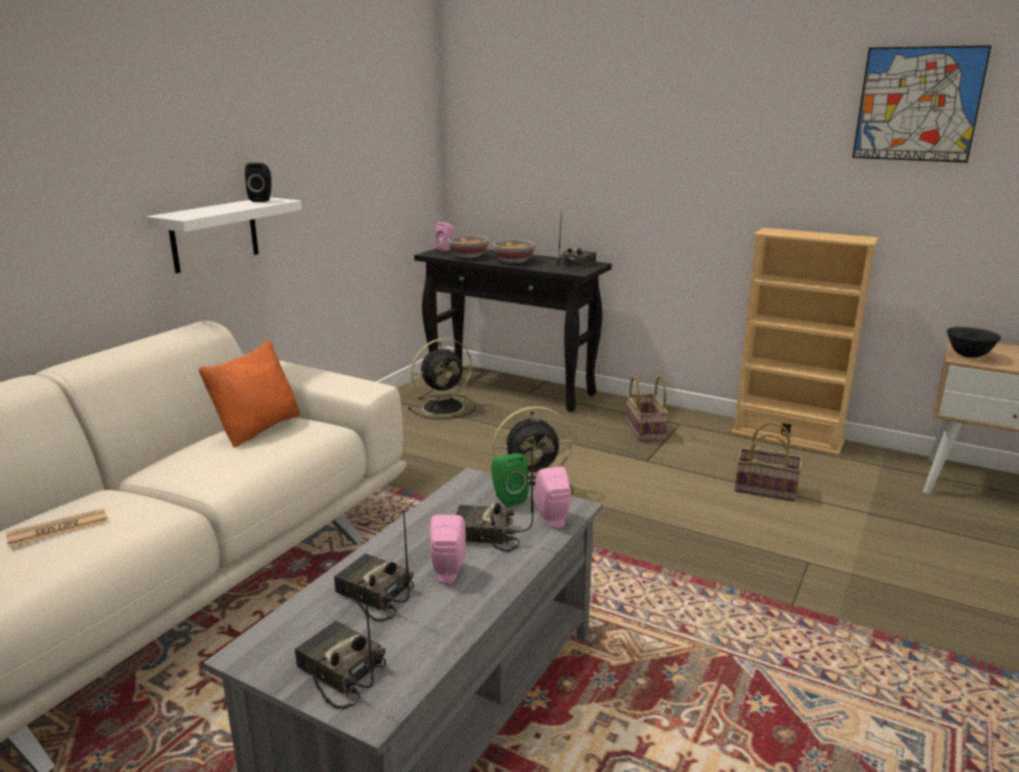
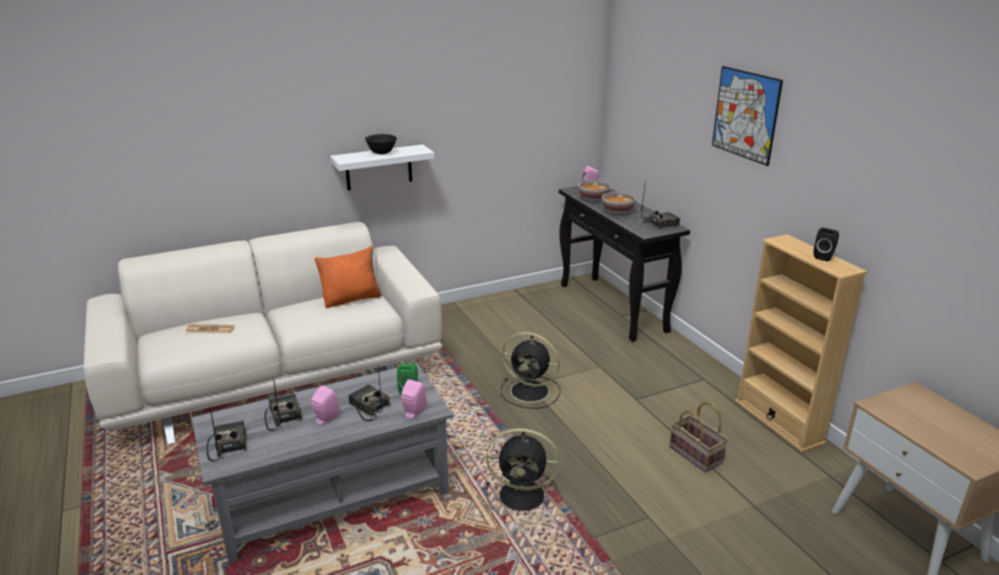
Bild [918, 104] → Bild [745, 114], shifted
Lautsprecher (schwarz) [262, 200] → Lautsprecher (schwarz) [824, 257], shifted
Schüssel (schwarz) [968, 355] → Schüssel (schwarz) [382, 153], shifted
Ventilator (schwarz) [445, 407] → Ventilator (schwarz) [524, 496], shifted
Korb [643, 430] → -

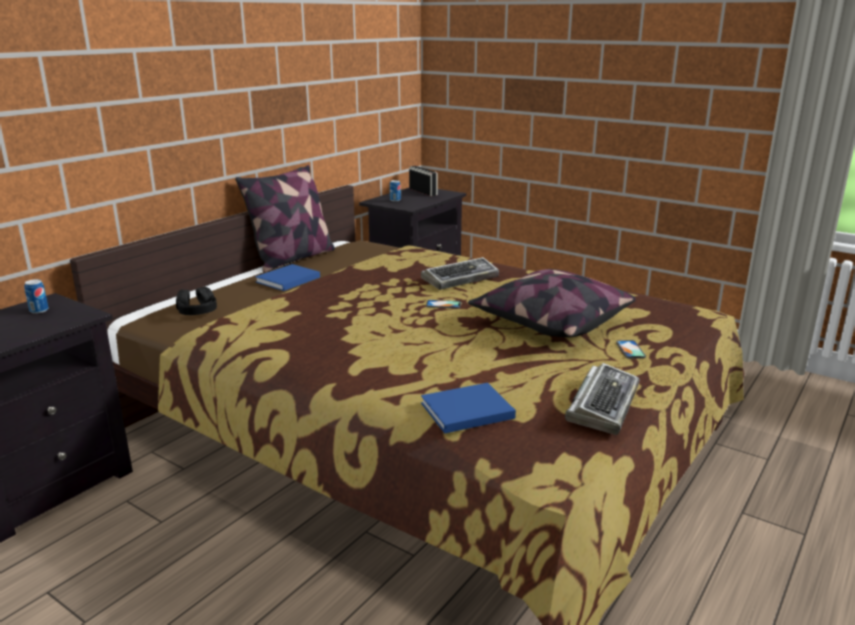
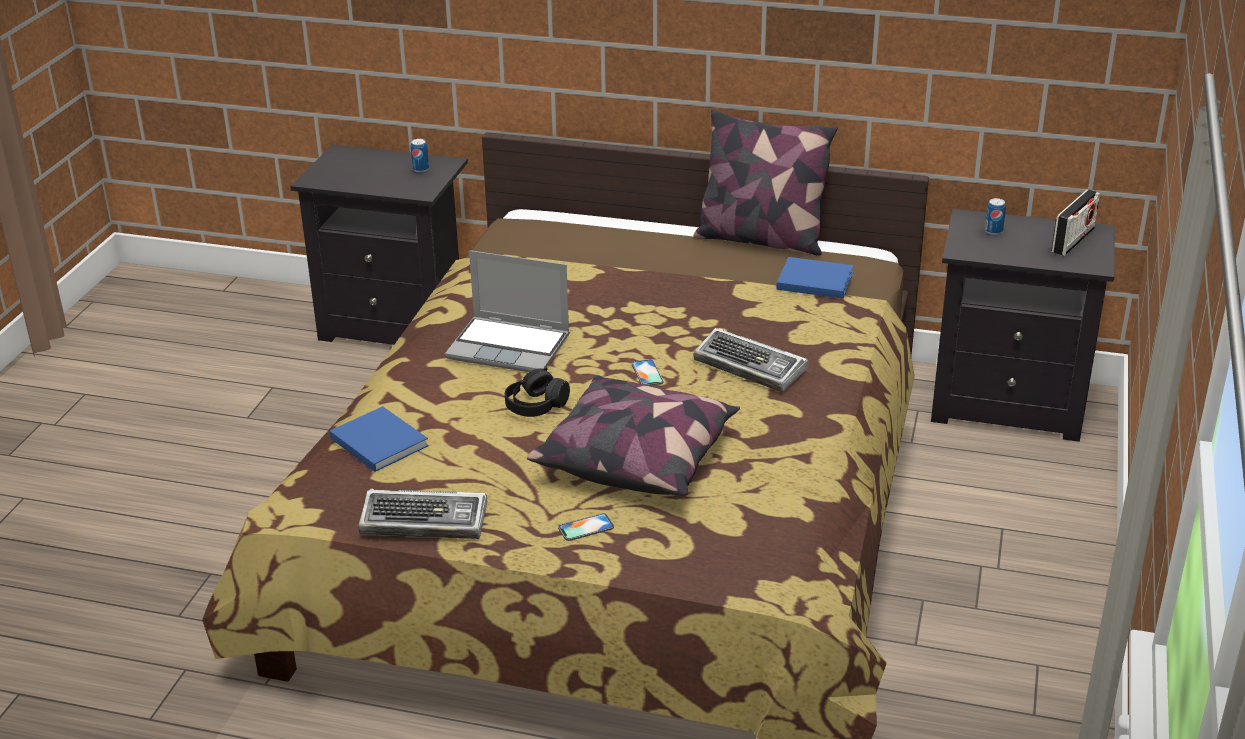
Buch (blau) [286, 280] → Buch (blau) [812, 280], shifted
Kopfhörer (schwarz) [197, 311] → Kopfhörer (schwarz) [536, 405], shifted
- → Laptop [510, 347]

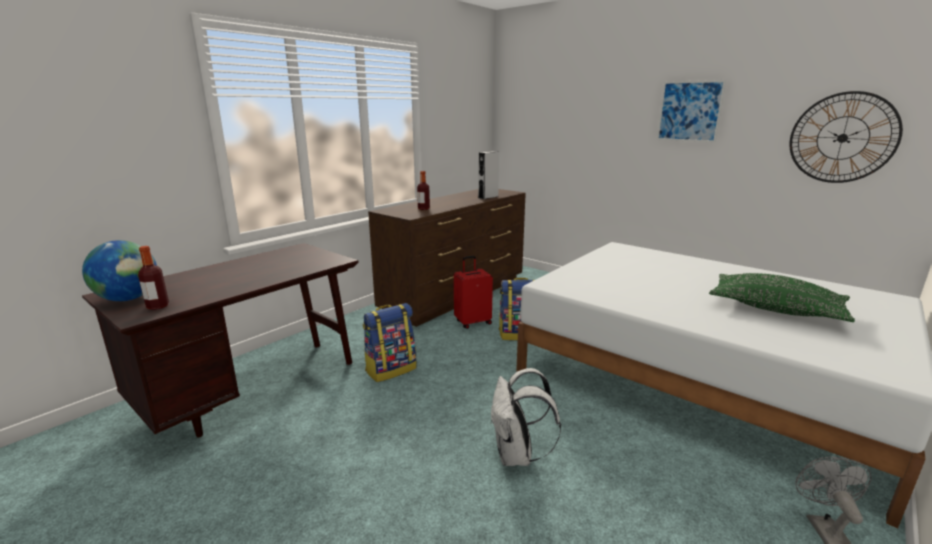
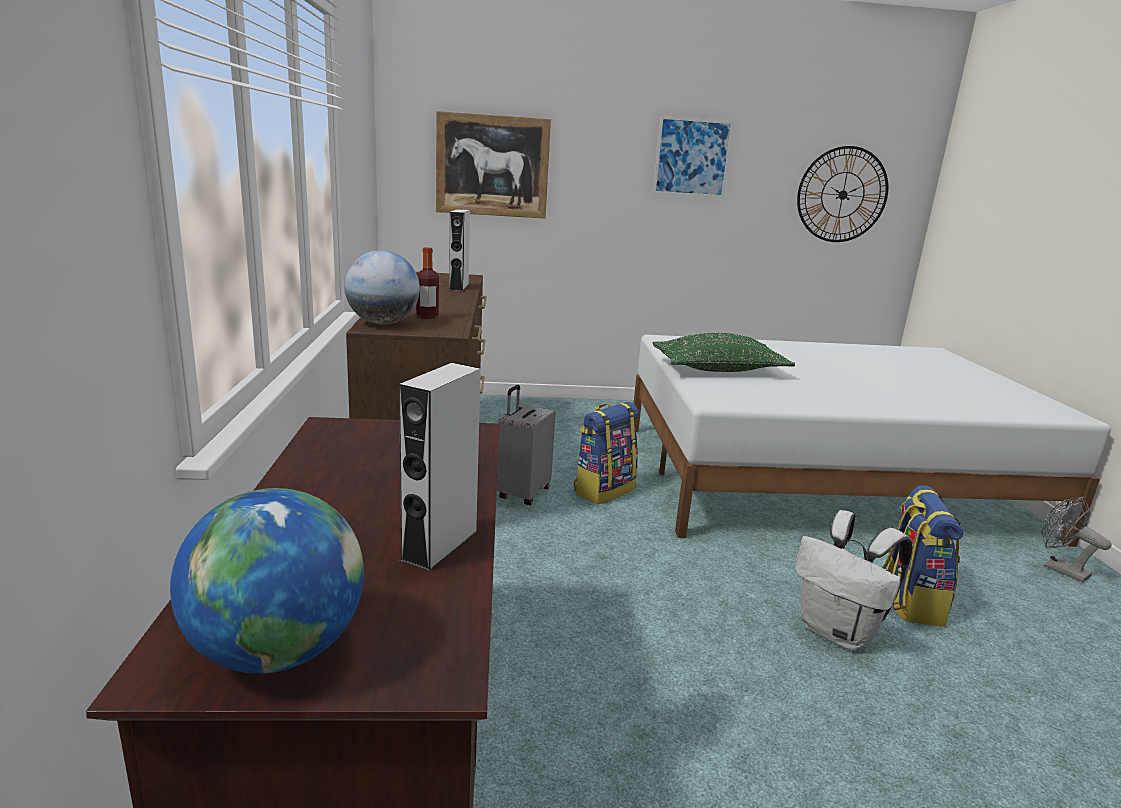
Flasche [158, 306] → -
Koffer (rot) [472, 322] → Koffer (grau) [522, 494]
Kissen (grün) [775, 309] → Kissen (grün) [719, 370], shifted
Rucksack [391, 369] → Rucksack [908, 601], shifted
- → Bild [492, 166]
- → Globus [383, 323]
- → Lautsprecher (grau) [440, 545]

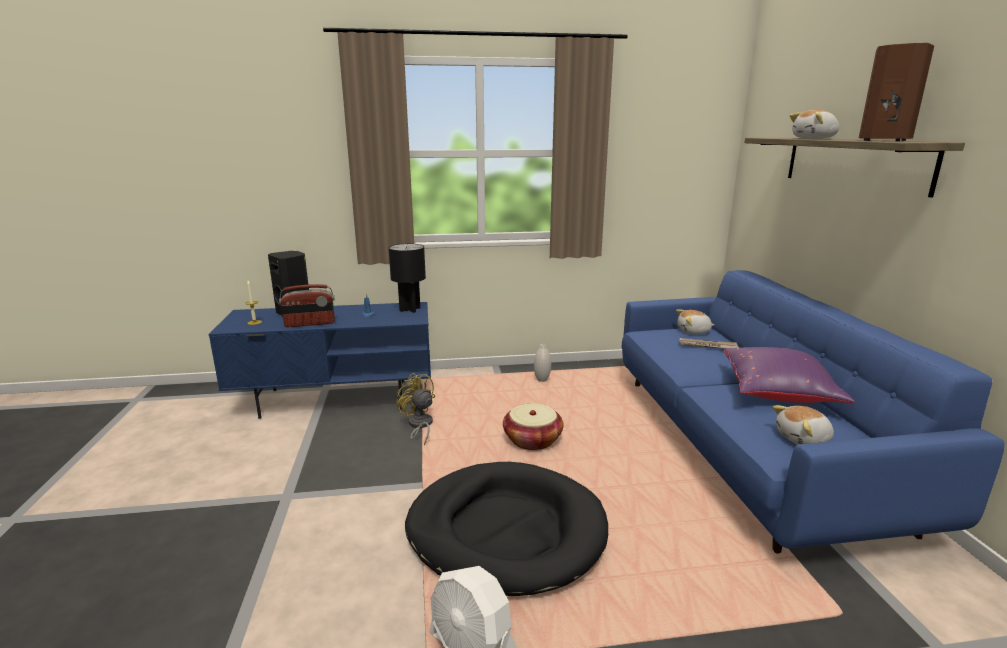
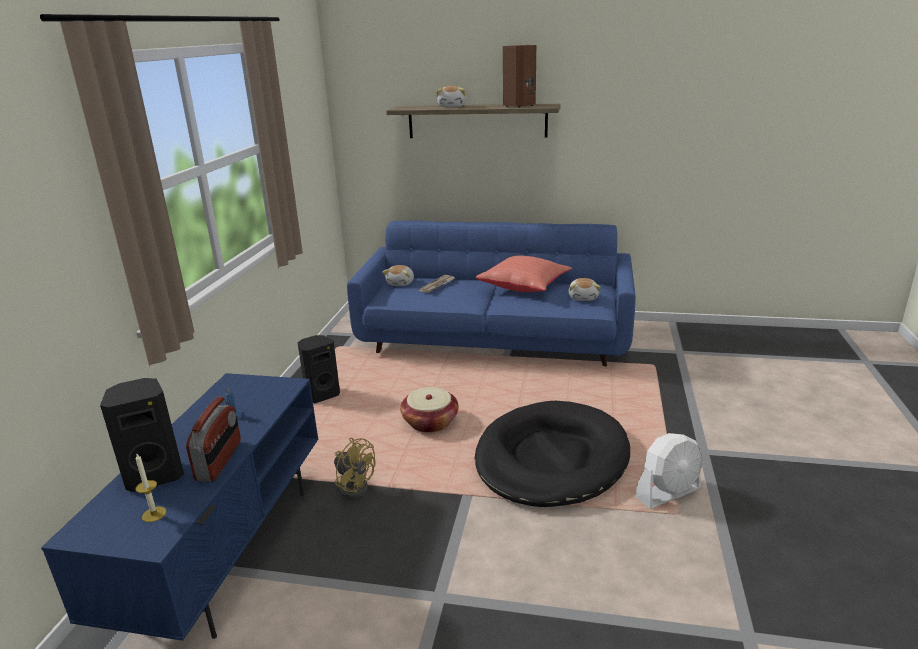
Tischlampe (schwarz) [410, 309] → -
Vase (weiß) [542, 380] → Lautsprecher (schwarz) [321, 395]
Kissen (lila) [779, 393] → Kissen (rot) [524, 287]
Ventilator (gelb) [419, 426] → Ventilator (gelb) [354, 486], 120 degrees counterclockwise

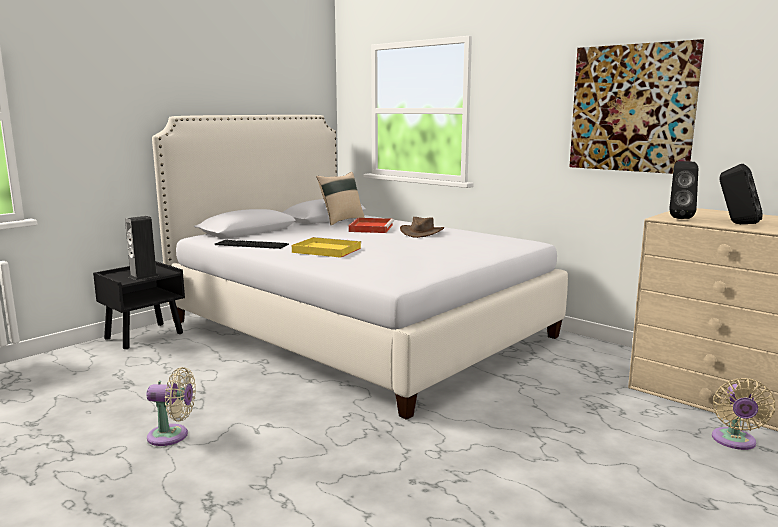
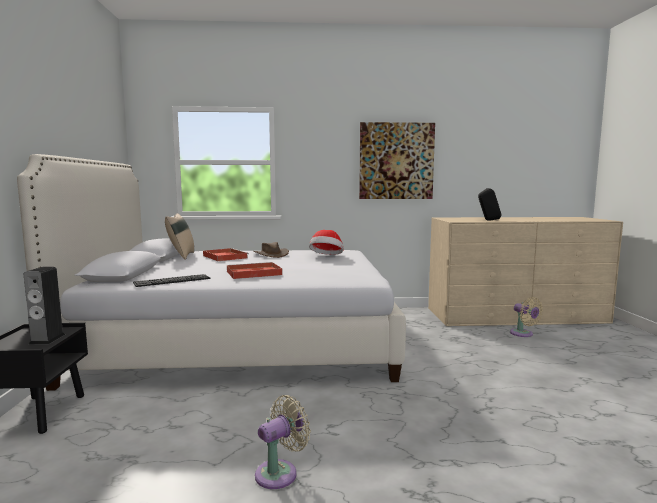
Lautsprecher (schwarz) [680, 218] → -
Tablett (gelb) [325, 250] → Tablett (rot) [252, 273]
- → Hut [327, 256]

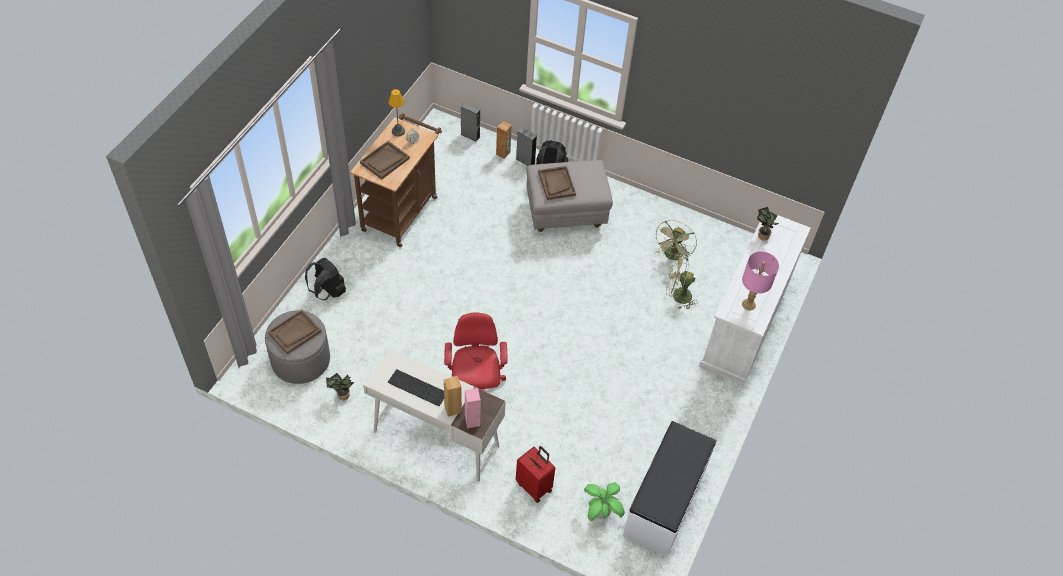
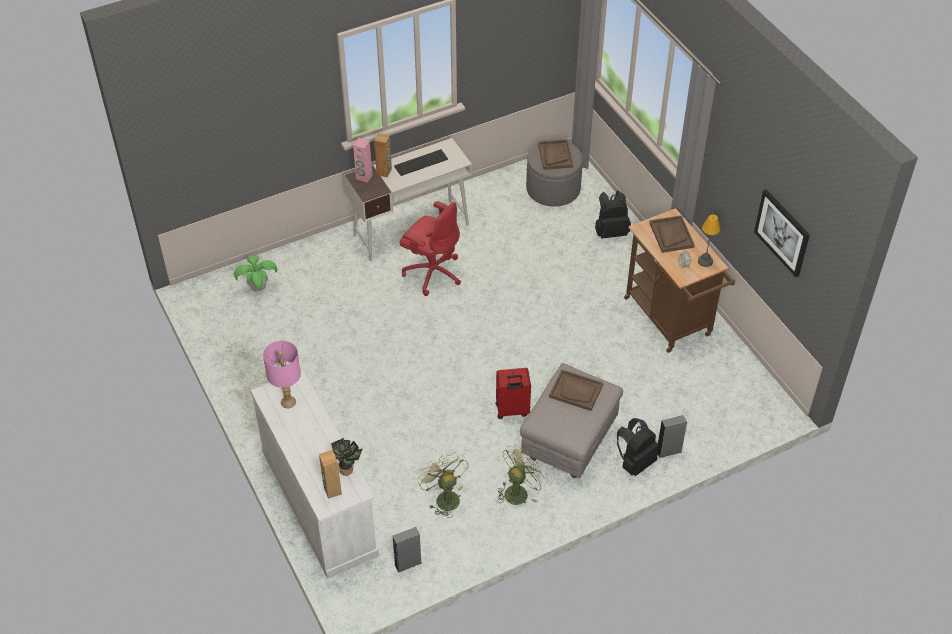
Lautsprecher (grau) [470, 135] → Lautsprecher (grau) [408, 563], shifted
Lautsprecher (braun) [503, 153] → Lautsprecher (braun) [332, 490], shifted
Ventilator (grün) [677, 296] → Ventilator (grün) [519, 491], shifted
Topfpflanze [342, 396] → -
Bank (weiß) [666, 501] → -
Koffer (rot) [534, 486] → Koffer (rot) [512, 410], shifted
- → Bild [782, 232]

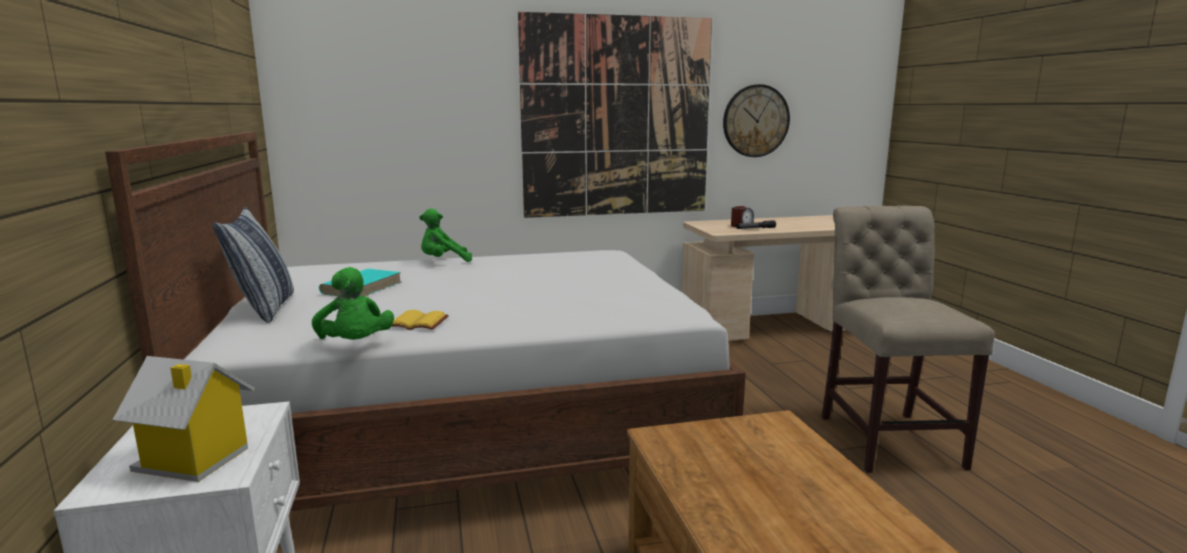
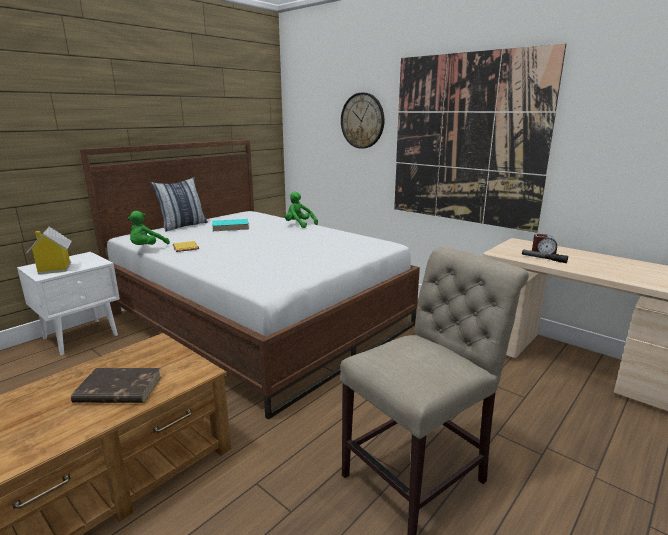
Wanduhr [755, 121] → Wanduhr [362, 121], shifted
- → Buch (braun) [118, 390]

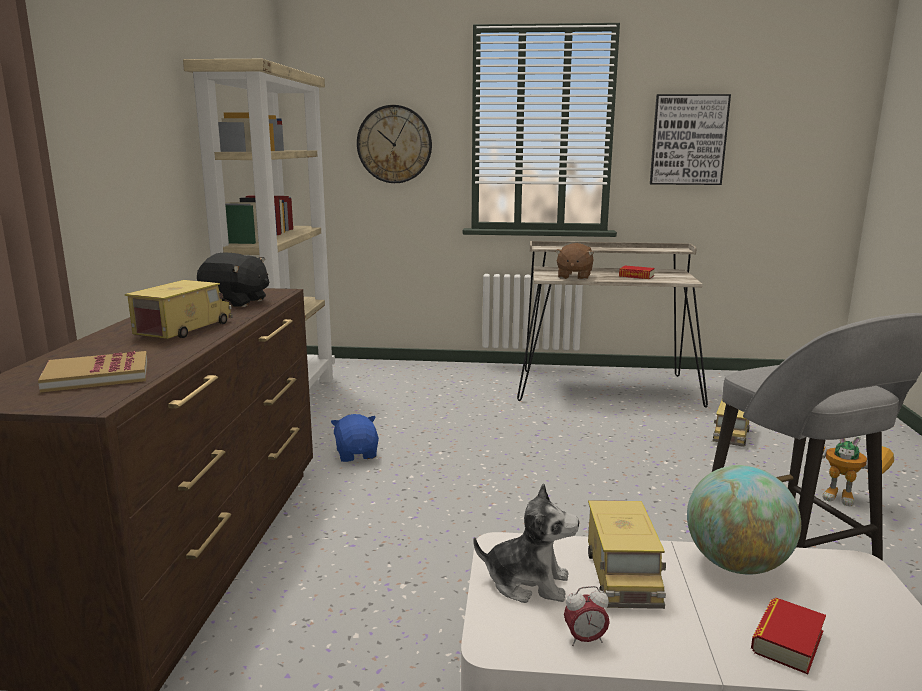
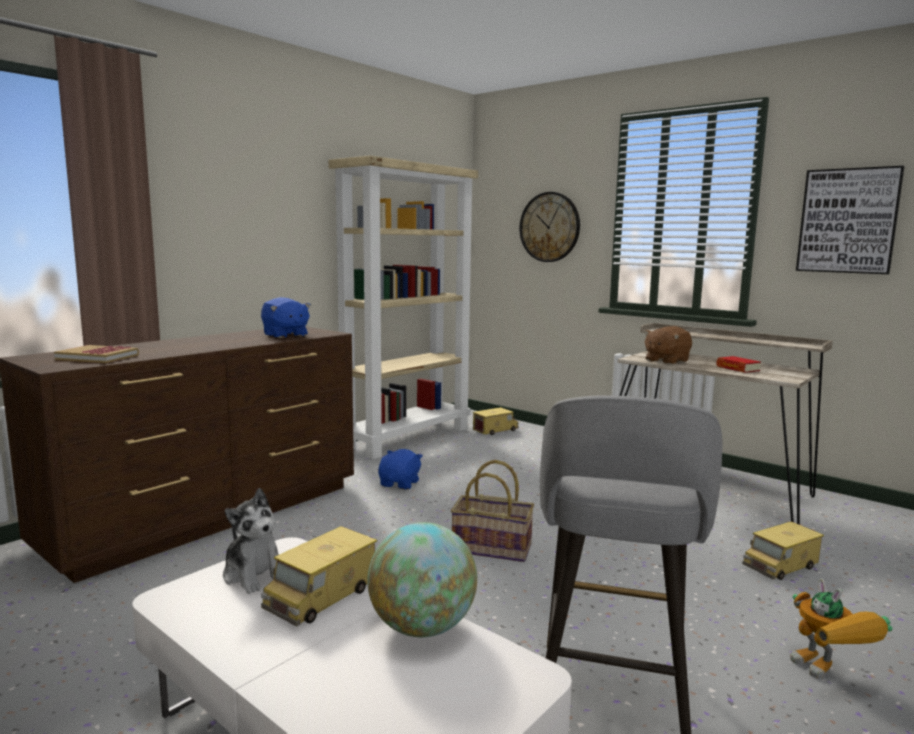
Plüschtier (schwarz) [236, 302] → Plüschtier (blau) [285, 335]
Spielzeuglaster [184, 329] → Spielzeuglaster [495, 430], shifted
Wecker [585, 640] → -
Buch [787, 641] → -
- → Korb [492, 548]

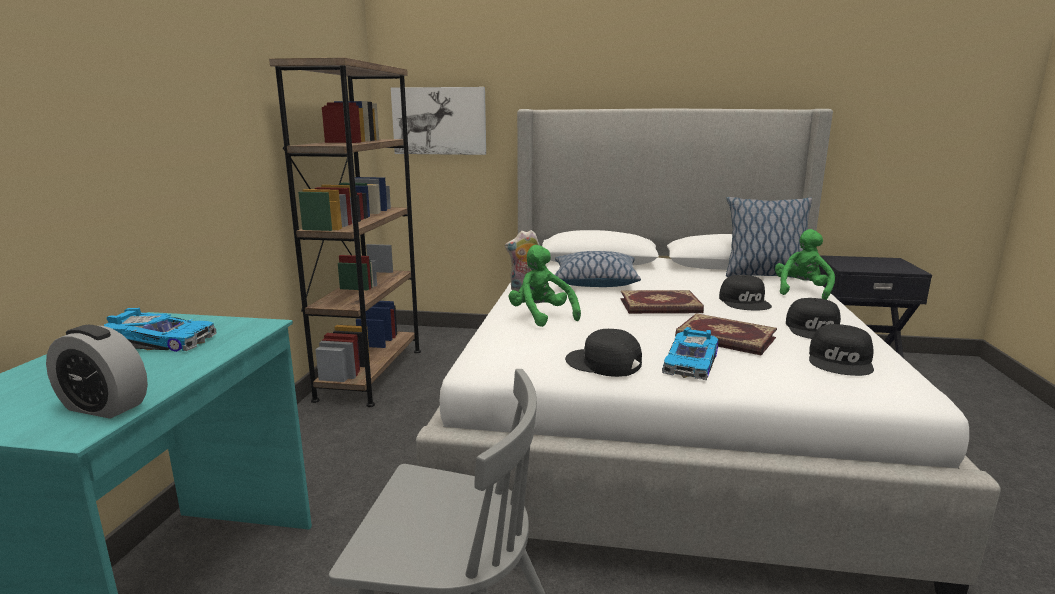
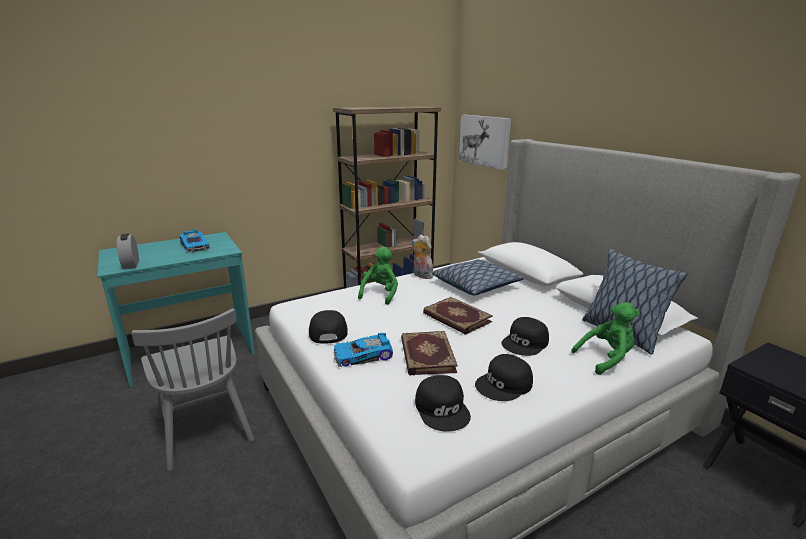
Kappe (schwarz) [841, 361] → Kappe (schwarz) [443, 409], 90 degrees counterclockwise

